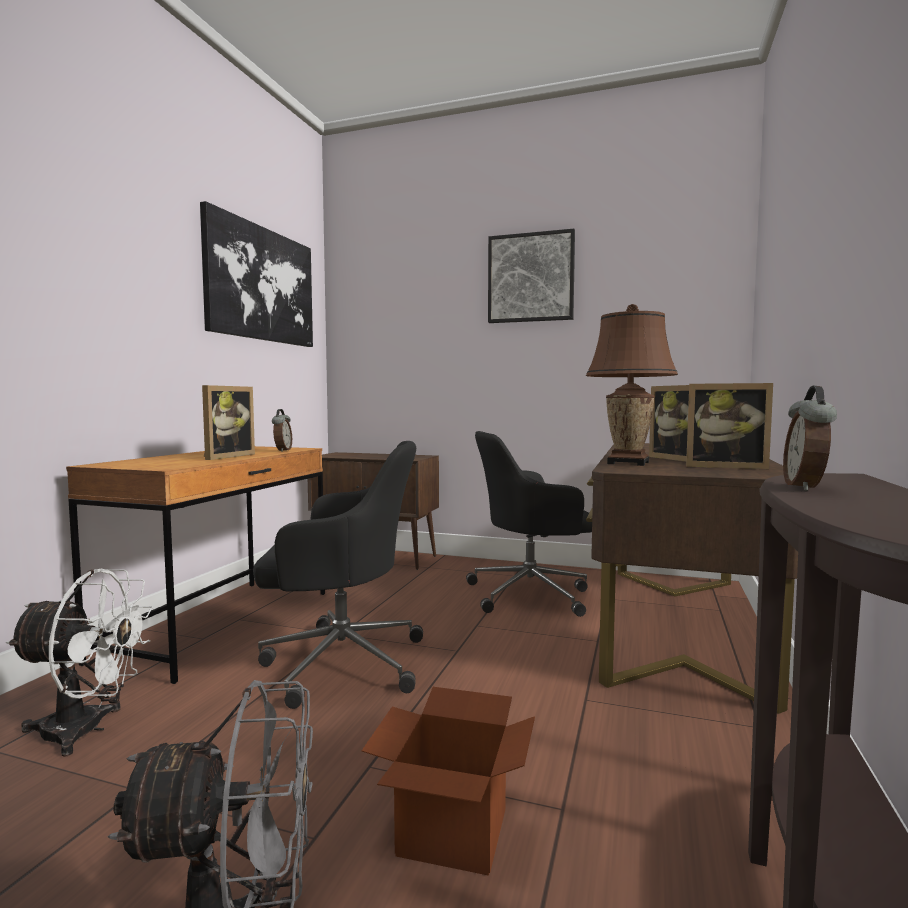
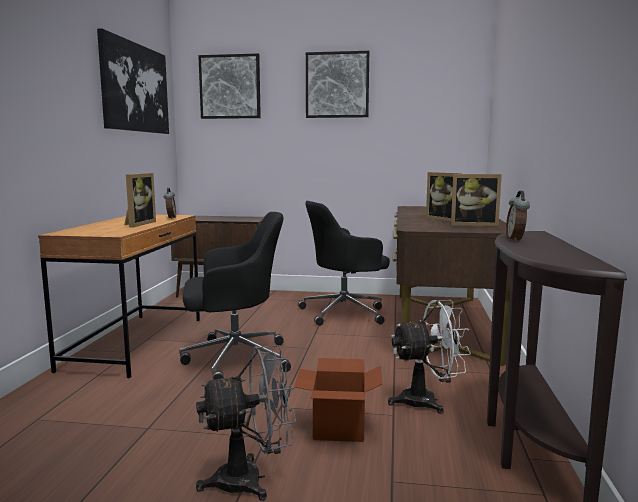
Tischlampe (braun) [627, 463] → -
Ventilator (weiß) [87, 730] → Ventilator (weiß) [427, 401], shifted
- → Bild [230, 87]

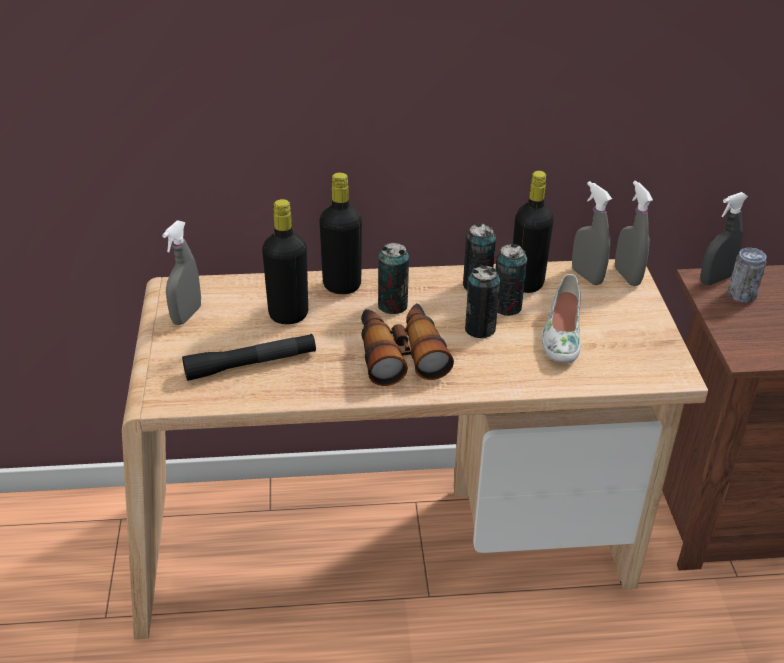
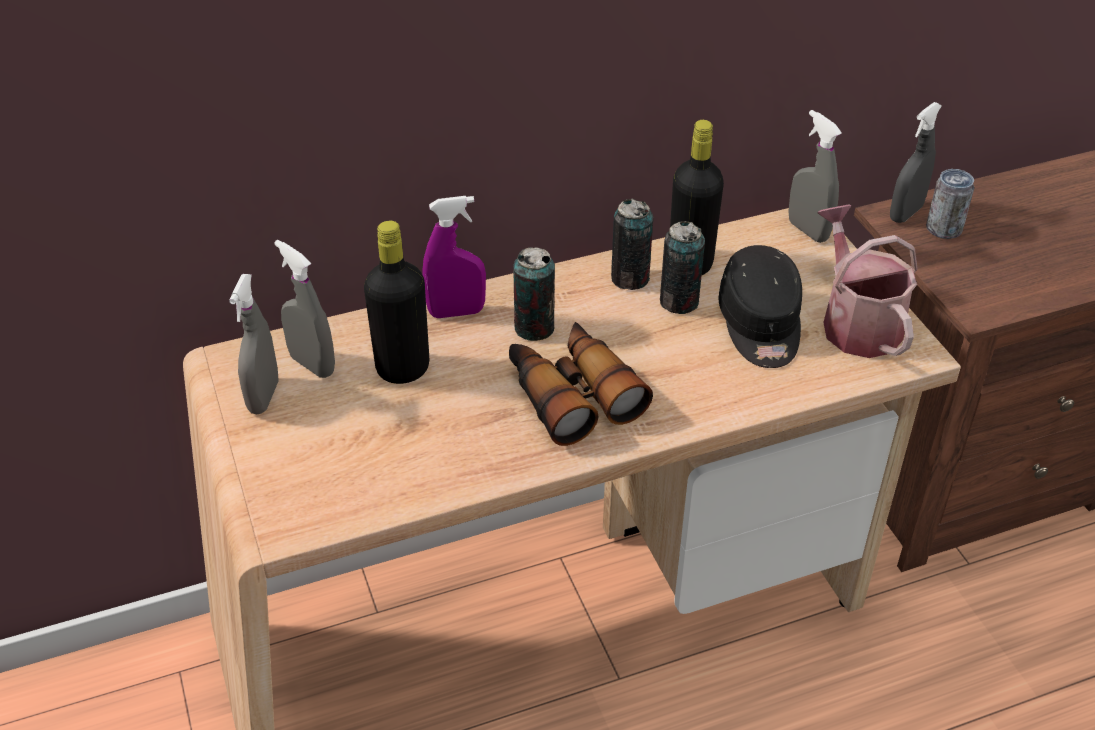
Flasche (schwarz) [342, 285] → Sprühflasche (lila) [456, 312]
Sprühflasche (grau) [586, 276] → Sprühflasche (grau) [312, 365], shifted
Dose [480, 329] → -
Schuh (weiß) [561, 334] → Kappe (schwarz) [760, 326]
Taschenlampe (schwarz) [251, 364] → -
- → Gießkanne [856, 322]

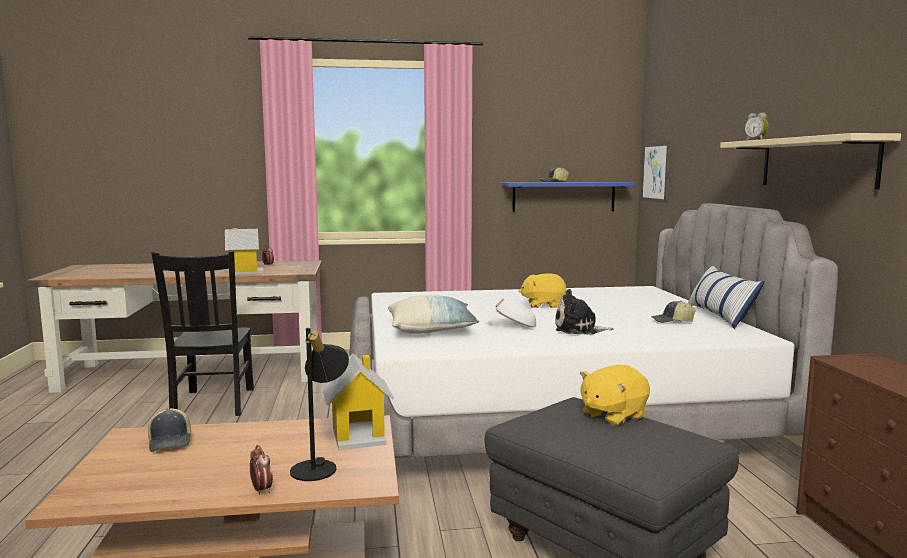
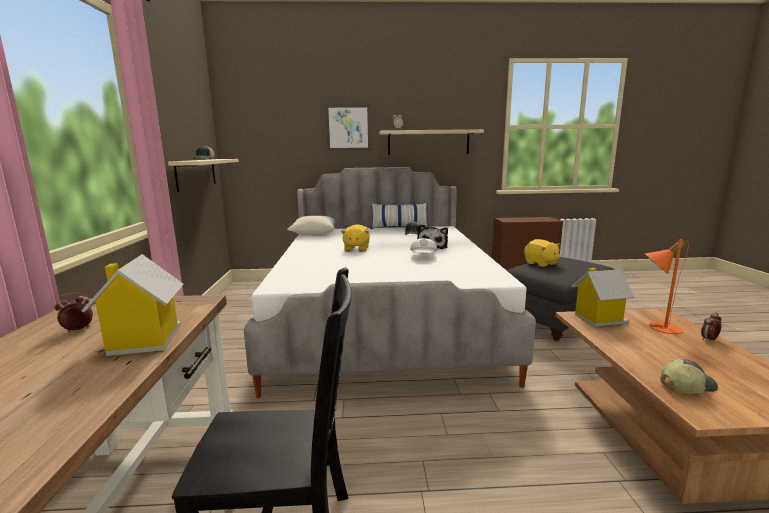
Bild [655, 172] → Bild [348, 127], shifted
Wandregal (blau) [563, 196] → Wandregal (beige) [196, 173]
Kissen [431, 330] → Kissen [314, 233], shifted
Tischlampe (schwarz) [320, 466] → Tischlampe (orange) [658, 326]

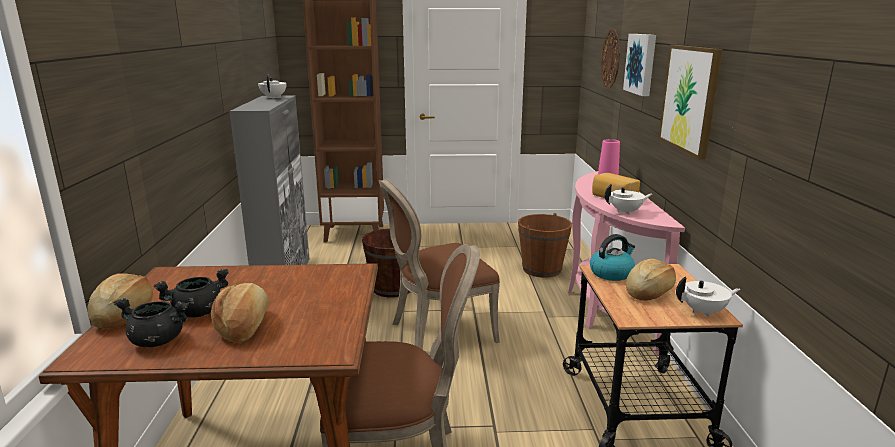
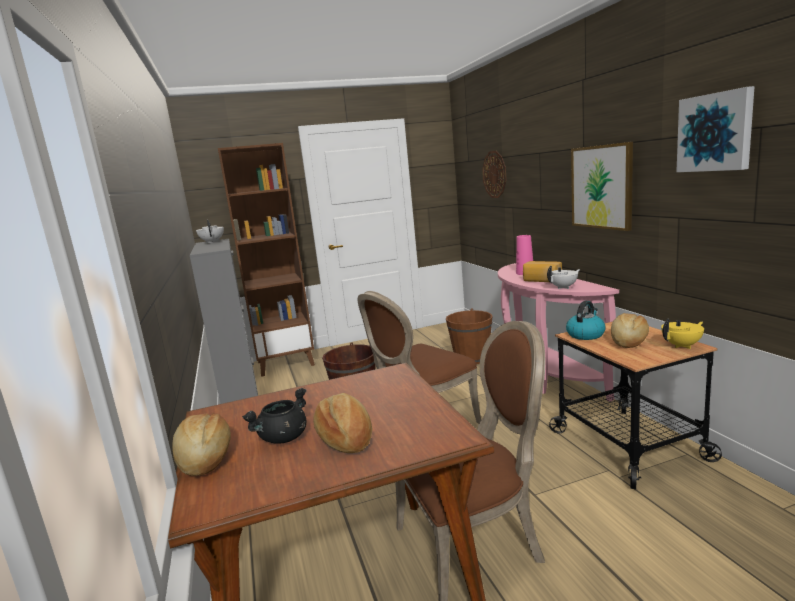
Bild [642, 64] → Bild [715, 132], shifted
Teekanne (weiß) [704, 312] → Teekanne (gelb) [682, 346]
Kochtopf (schwarz) [157, 341] → -

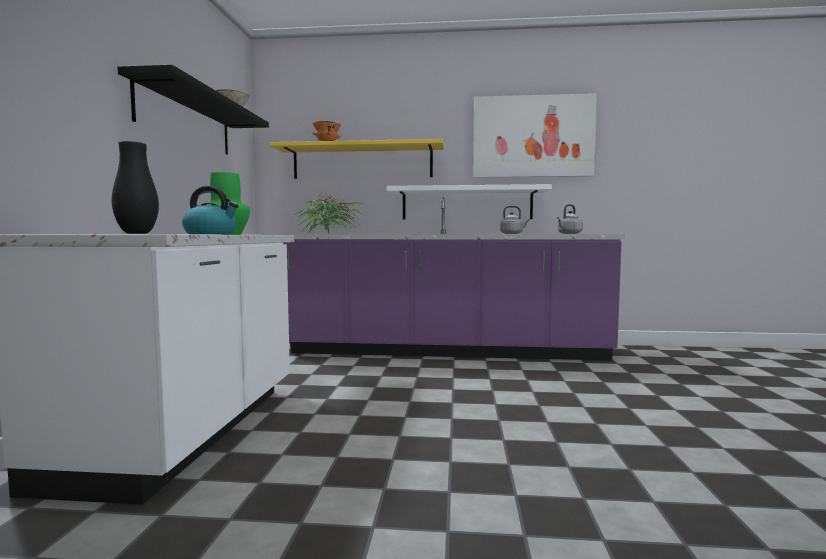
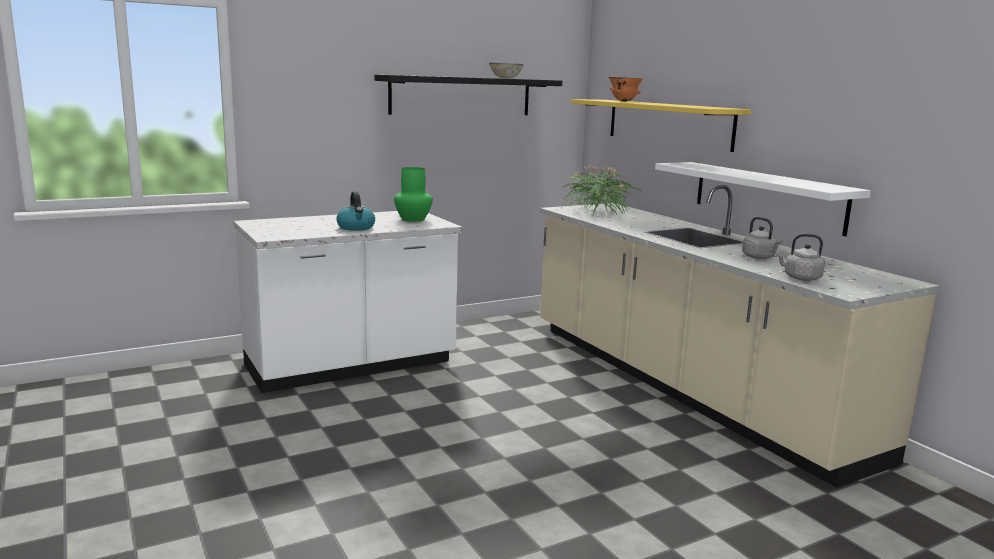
Bild [533, 137] → -
Vase (schwarz) [137, 233] → -
Küchenzeile (lila) [447, 351] → Küchenzeile (beige) [684, 386]

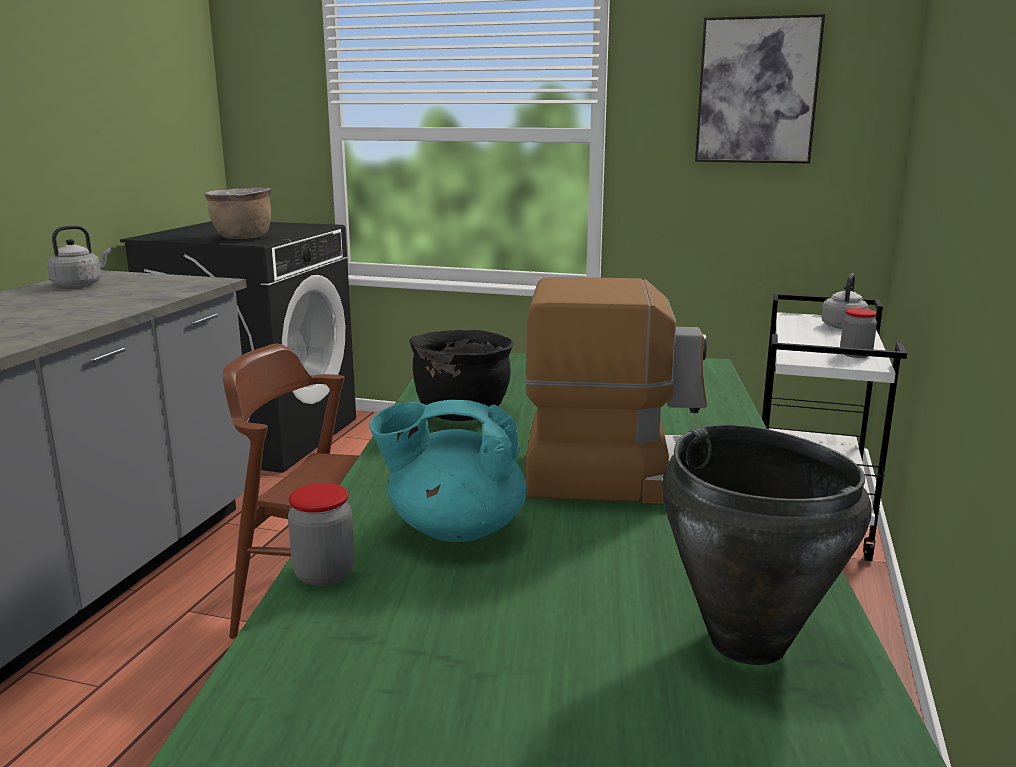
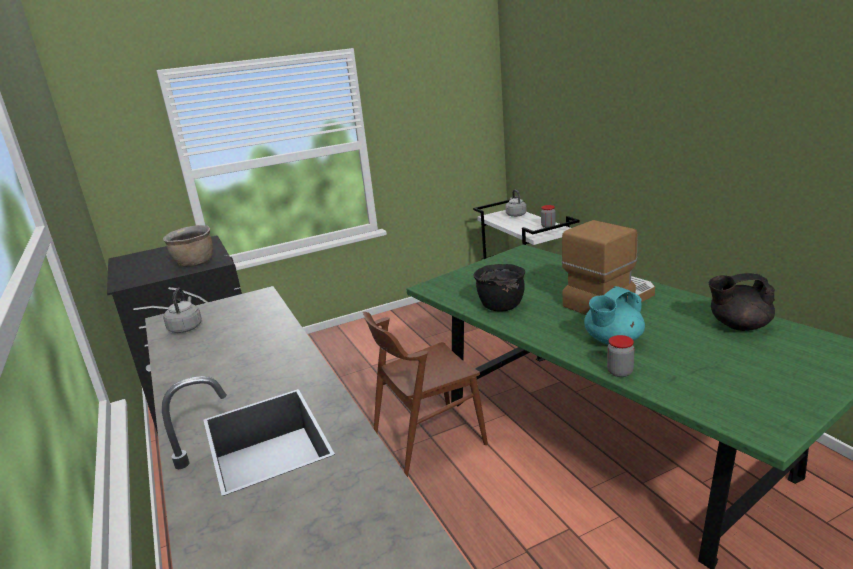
Bild [757, 91] → -
Kochtopf (schwarz) [747, 641] → Teekanne (schwarz) [738, 325]

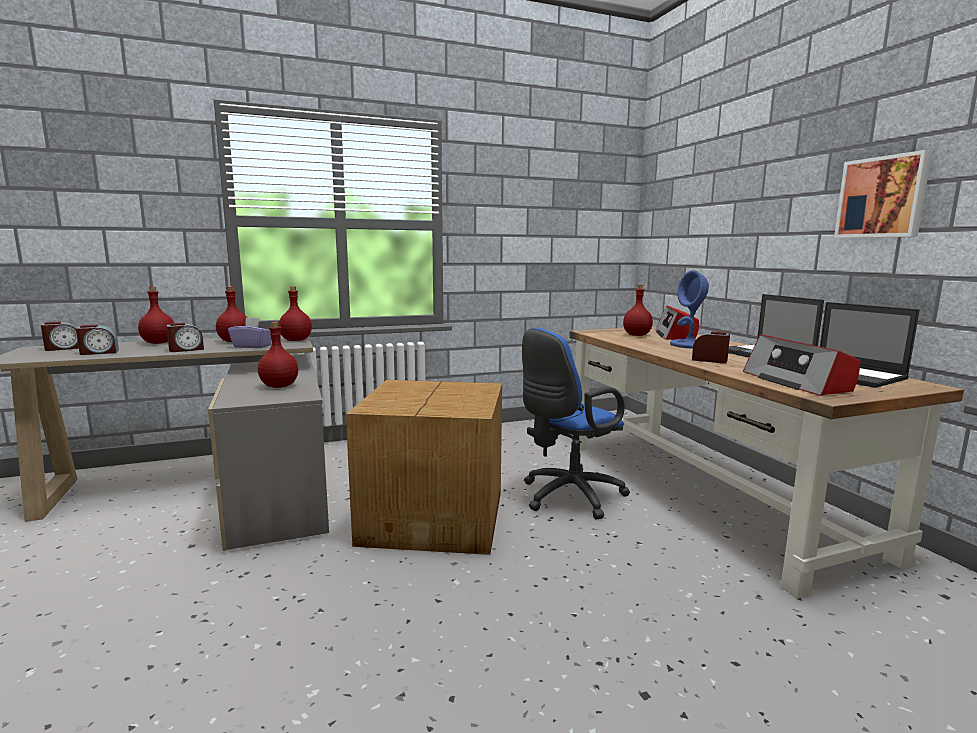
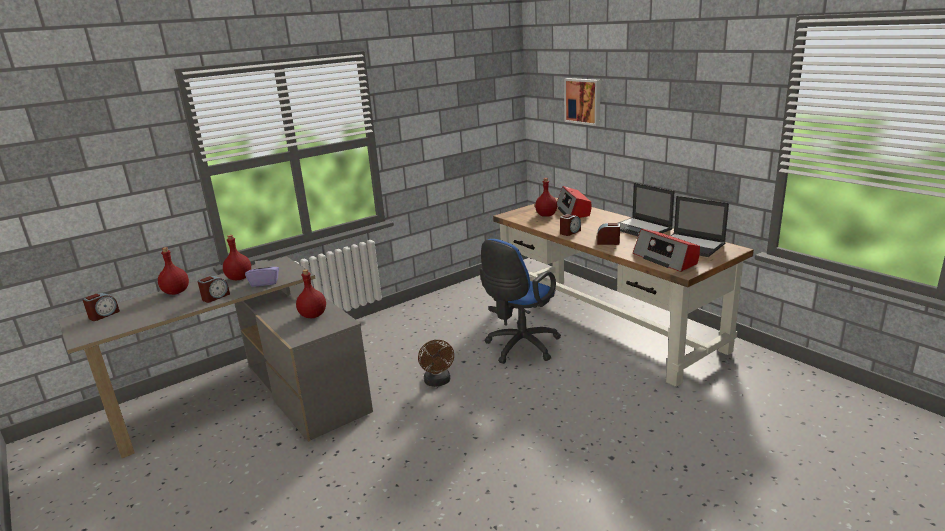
Bild [882, 197] → Bild [583, 101], shifted
Tischlampe (blau) [690, 345] → -
Flasche (rot) [296, 340] → -
Wecker [99, 352] → Wecker [570, 232], shifted
Karton [436, 516] → Ventilator (braun) [438, 382]

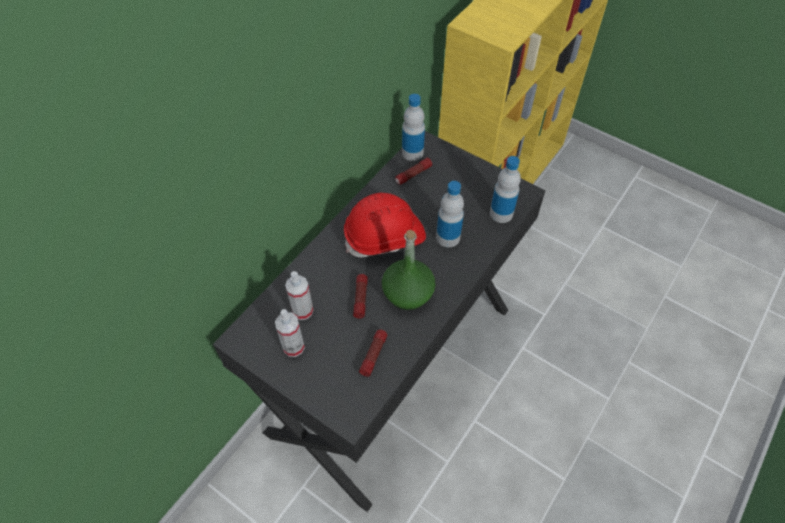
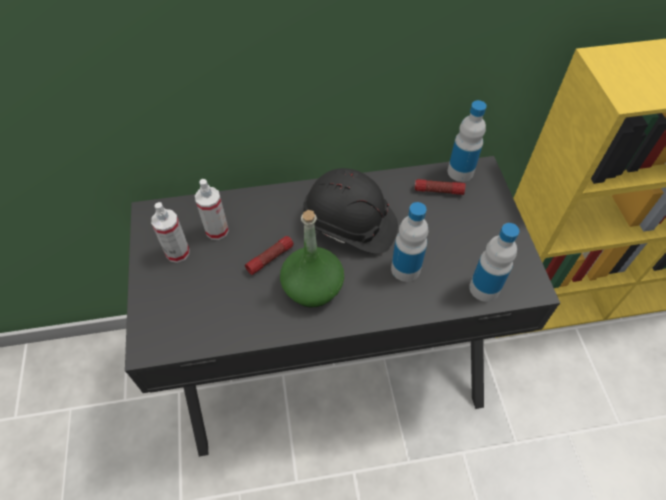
Schutzhelm (rot) [385, 237] → Schutzhelm (schwarz) [349, 225]
Taschenlampe [373, 355] → -

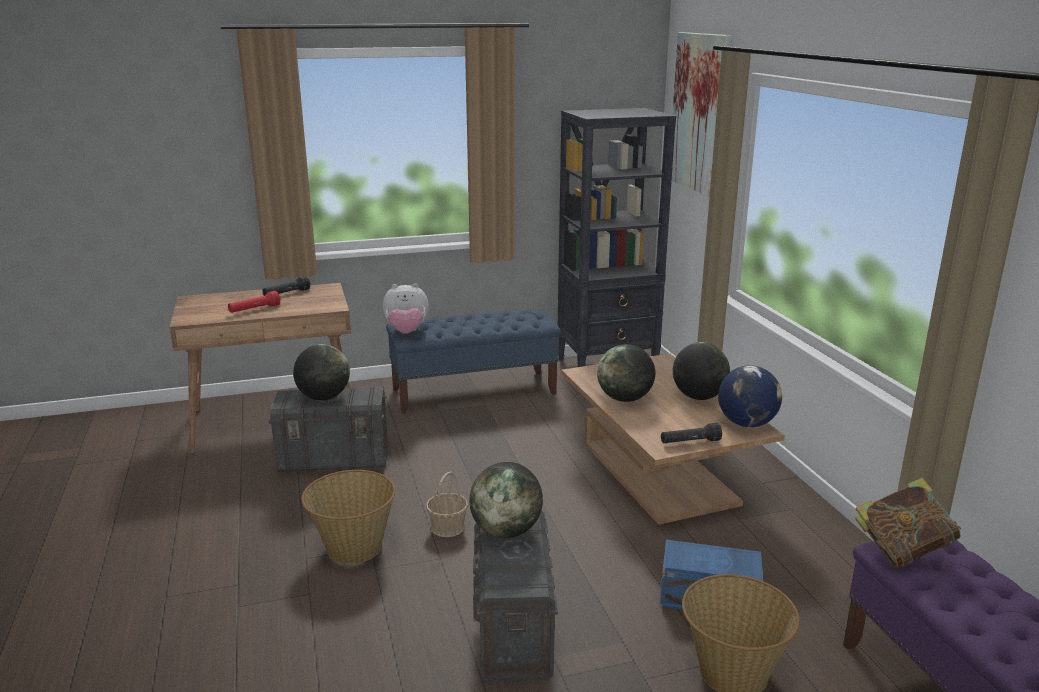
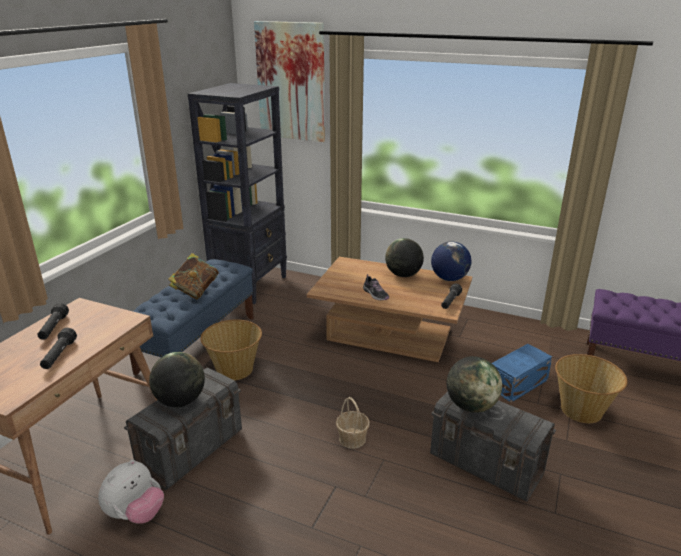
Plüschtier [406, 332] → Plüschtier [136, 514], shifted
Taschenlampe (rot) [254, 310] → Taschenlampe (schwarz) [59, 355]
Globus [624, 399] → Schuh [375, 294]
Korb [353, 548] → Korb [234, 370], shifted
Buch [902, 550] → Buch [196, 291], shifted

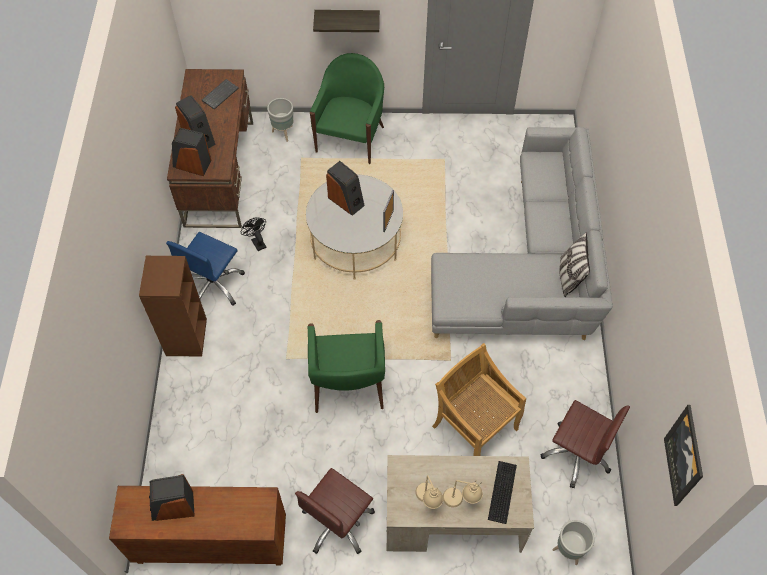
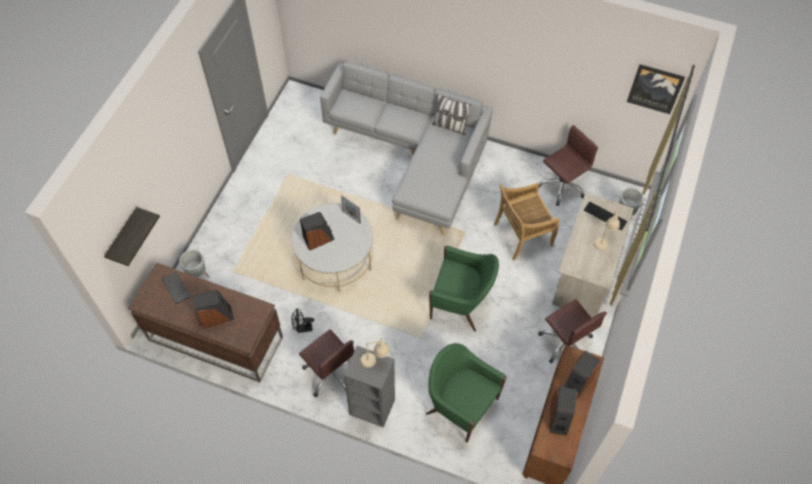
Wandregal [347, 19] → Wandregal [123, 237], shifted
Sessel (grün) [350, 138] → Sessel (grün) [460, 405], shifted
Lautsprecher [192, 164] → Lautsprecher [577, 383], shifted
Bürostuhl (blau) [214, 285] → Bürostuhl (braun) [331, 373]
Bücherregal (braun) [186, 337] → Bücherregal (grau) [371, 407]
Tischlampe (beige) [428, 500] → Tischlampe (beige) [375, 360], shifted

